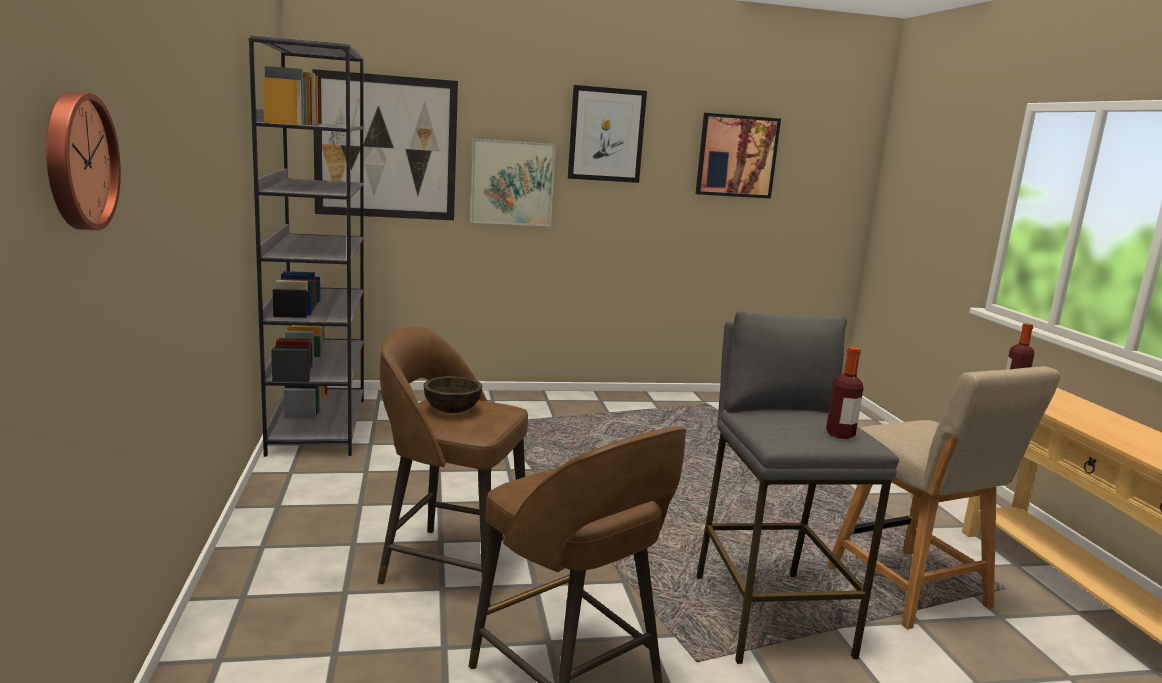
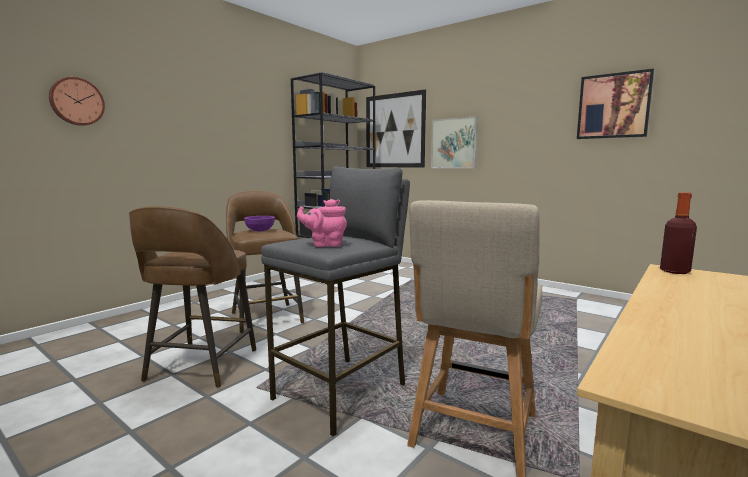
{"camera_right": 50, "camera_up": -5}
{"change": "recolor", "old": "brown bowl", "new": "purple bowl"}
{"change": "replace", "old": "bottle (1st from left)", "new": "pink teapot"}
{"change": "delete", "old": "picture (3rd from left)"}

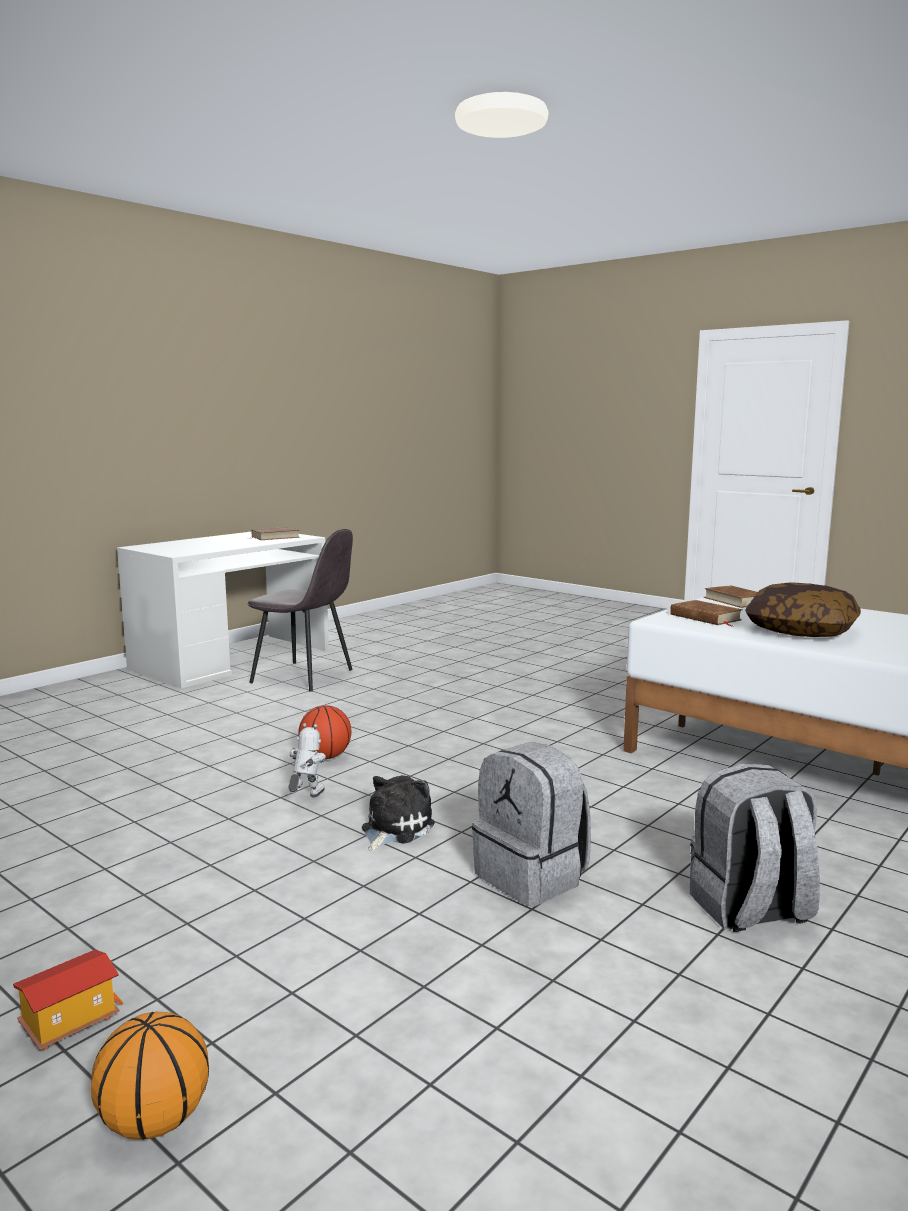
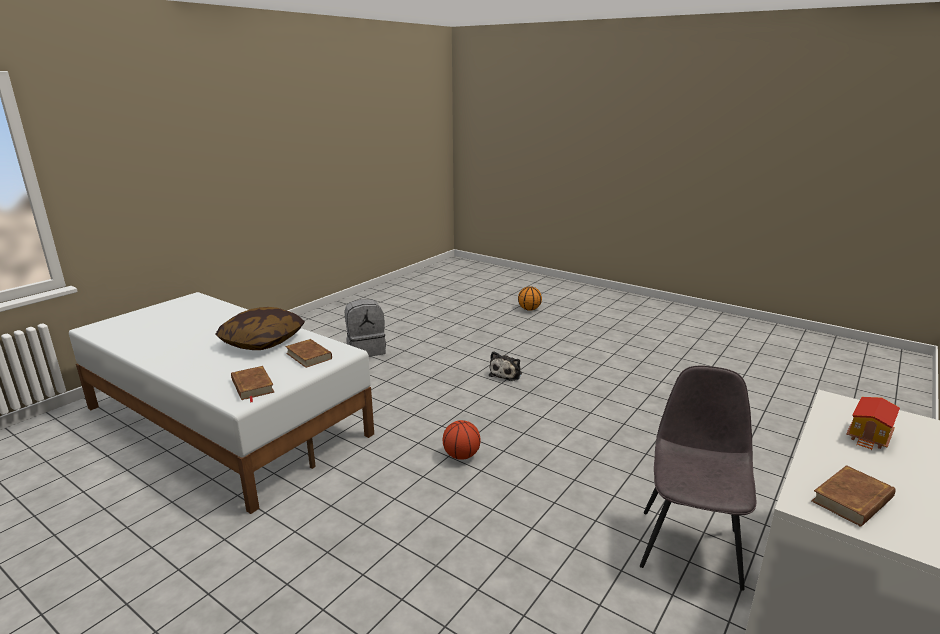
{"camera_right": 175, "camera_up": 10}
{"change": "move", "old": "basketball (2nd from left in the first image)", "new": "basketball (1st from left)"}
{"change": "rotate", "old": "grey chair", "degrees": 90}
{"change": "move", "old": "toy house"}
{"change": "delete", "old": "toy robot"}
{"change": "delete", "old": "grey backpack (1st from left)"}

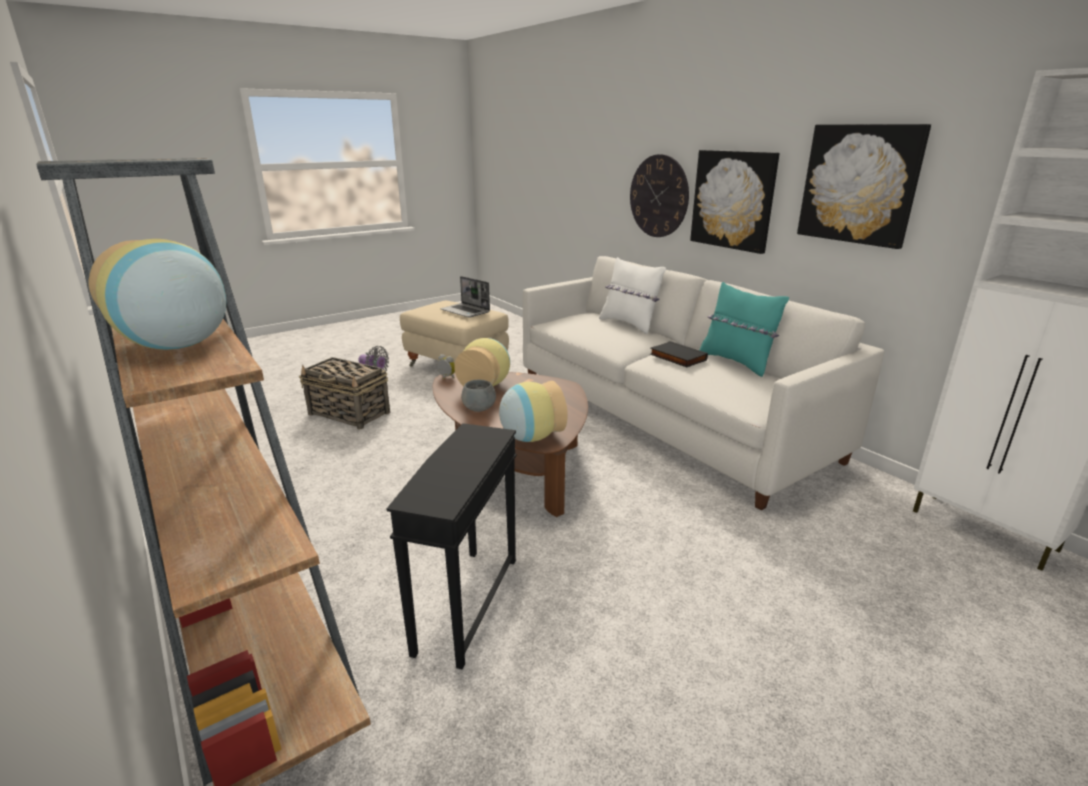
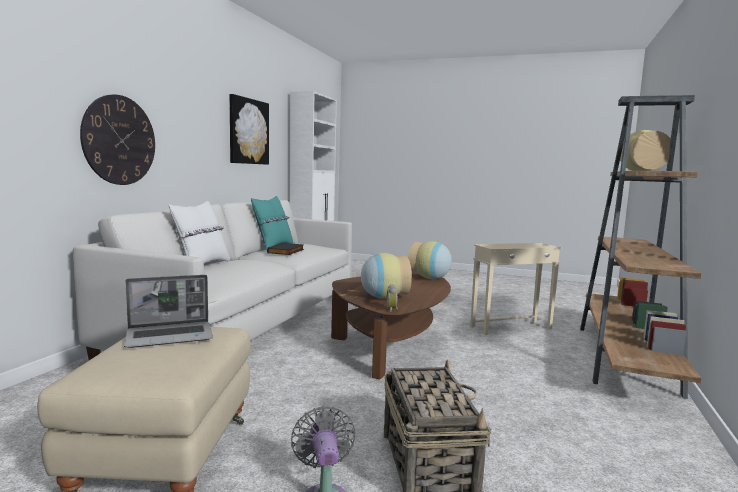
{"camera_right": -125, "camera_up": -15}
{"change": "rotate", "old": "laptop", "degrees": 60}
{"change": "recolor", "old": "black side table", "new": "beige side table"}
{"change": "delete", "old": "grey bowl"}
{"change": "delete", "old": "picture (1st from left)"}

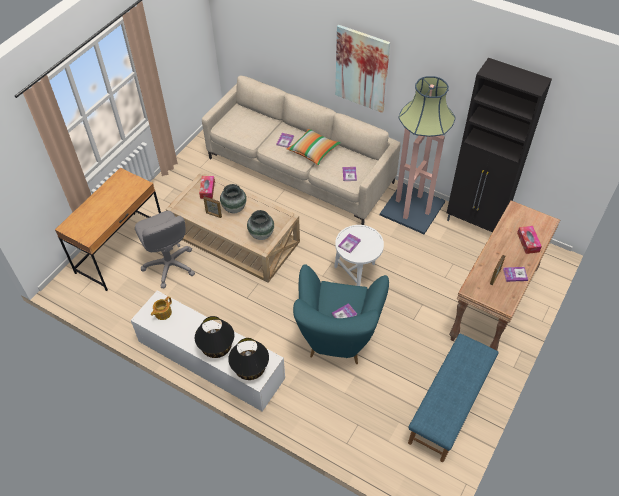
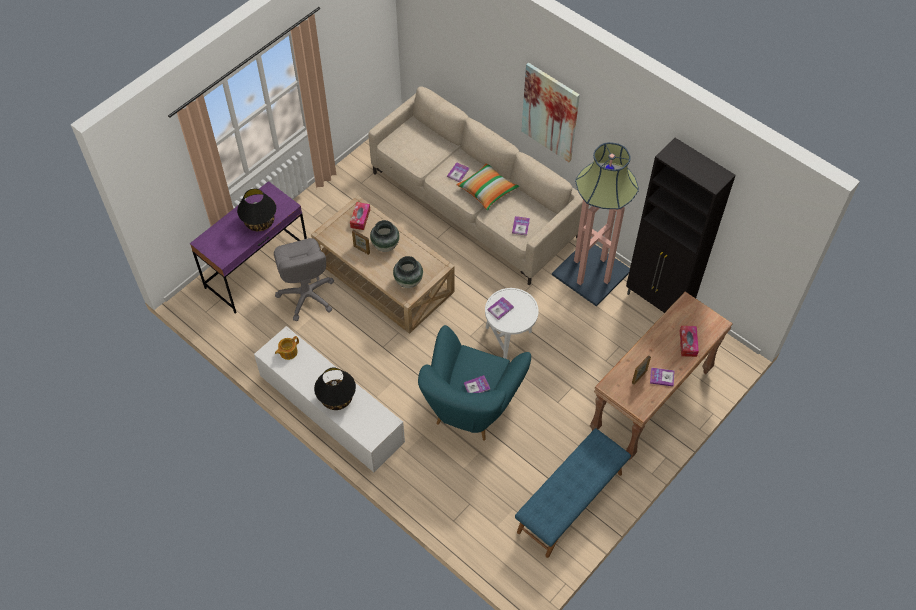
{"camera_right": 10, "camera_up": 5}
{"change": "recolor", "old": "brown desk", "new": "purple desk"}
{"change": "move", "old": "black table lamp (2nd from left in the first image)", "new": "black table lamp (1st from left)"}

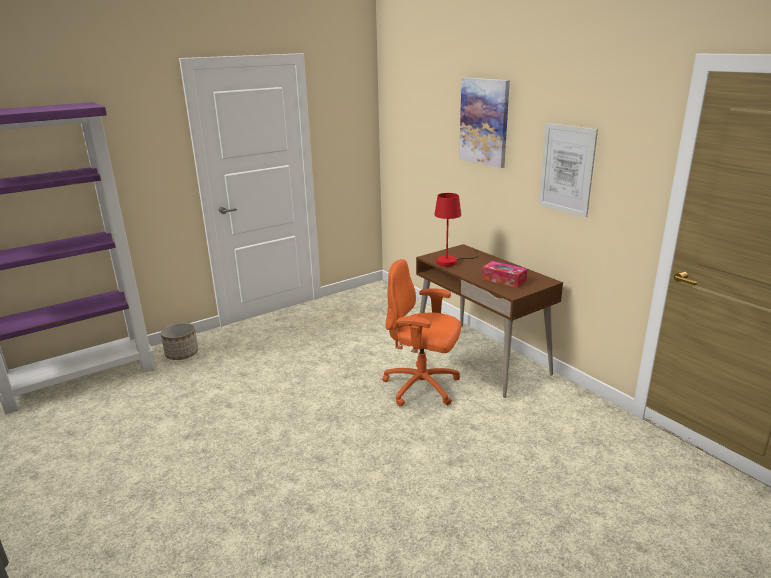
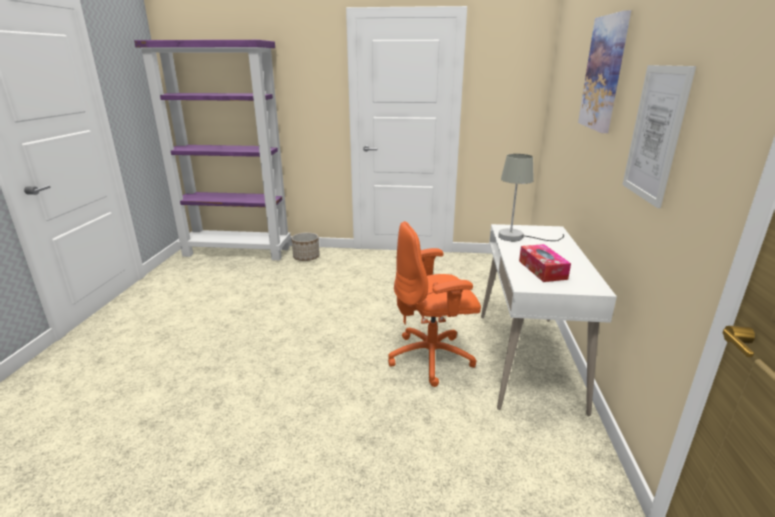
{"camera_right": 40, "camera_up": 0}
{"change": "rotate", "old": "orange office chair", "degrees": -75}
{"change": "recolor", "old": "brown desk", "new": "white desk"}
{"change": "recolor", "old": "red table lamp", "new": "grey table lamp"}

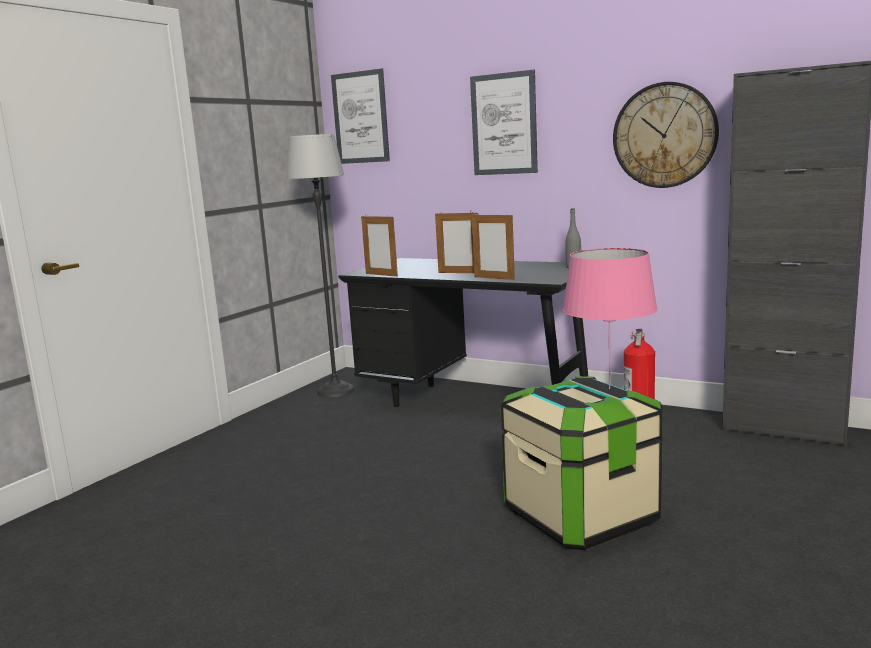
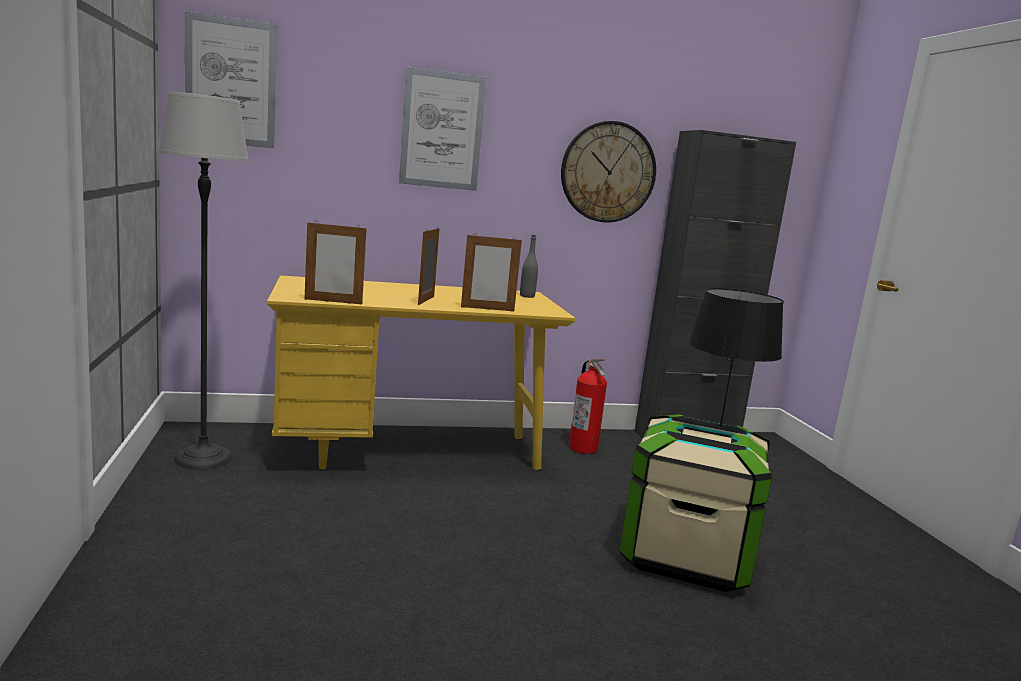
{"camera_right": -45, "camera_up": 0}
{"change": "recolor", "old": "black desk", "new": "yellow desk"}
{"change": "rotate", "old": "picture frame (2nd from left)", "degrees": 120}
{"change": "recolor", "old": "pink table lamp", "new": "black table lamp"}

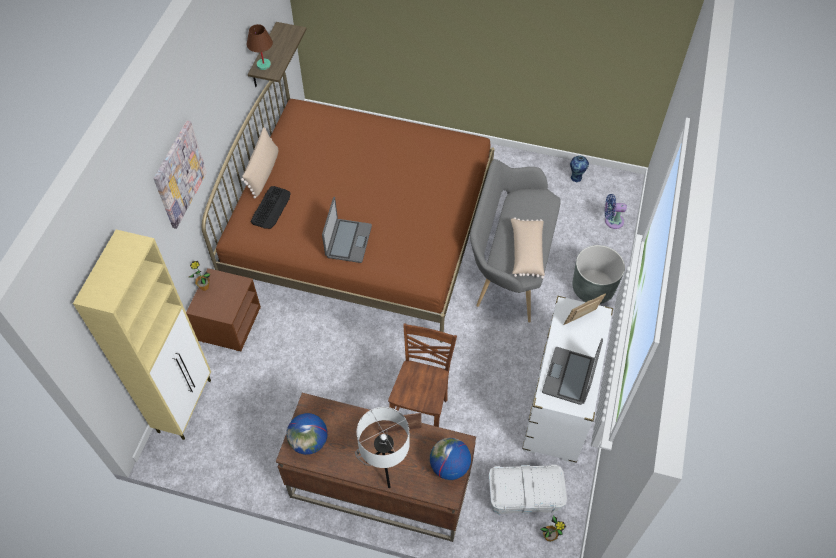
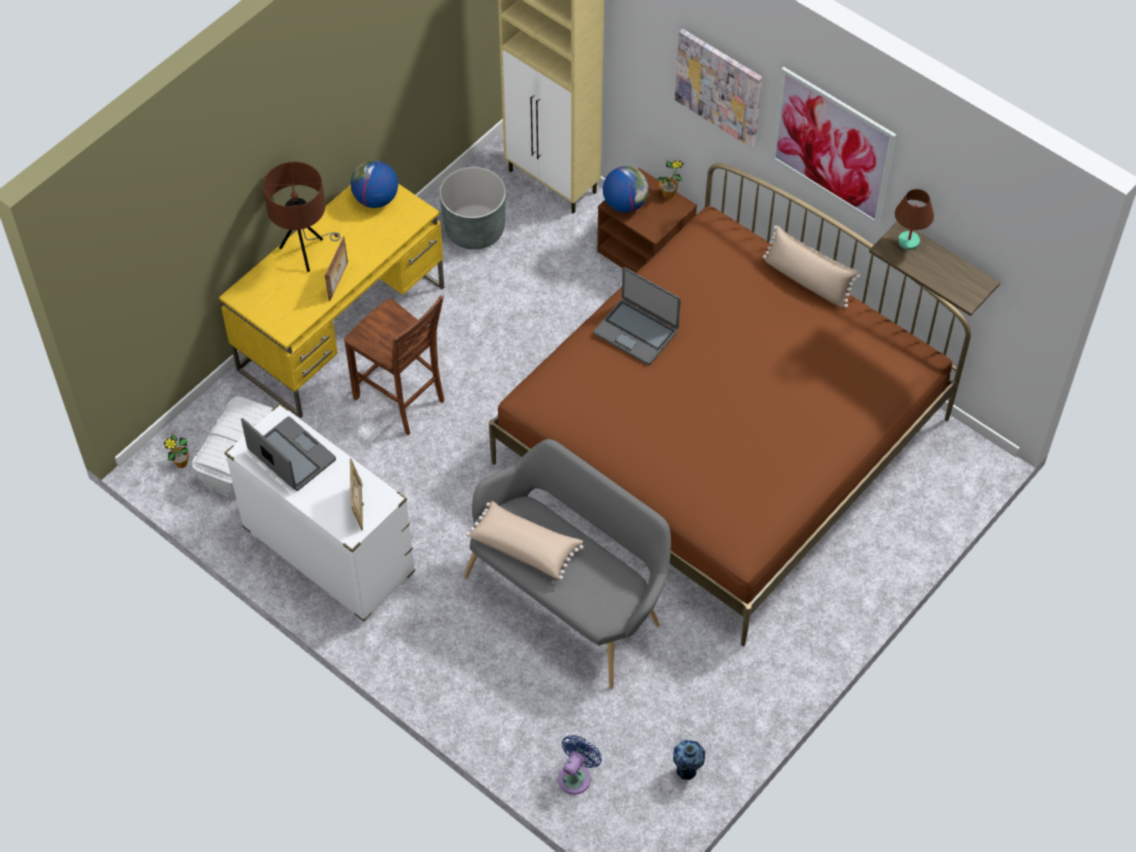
{"camera_right": 115, "camera_up": 0}
{"change": "recolor", "old": "brown desk", "new": "yellow desk"}
{"change": "recolor", "old": "white table lamp", "new": "brown table lamp (1st from left)"}
{"change": "move", "old": "grey planter"}
{"change": "move", "old": "globe (2nd from left)"}
{"change": "insert", "new": "picture (2nd from left)"}
{"change": "delete", "old": "keyboard"}

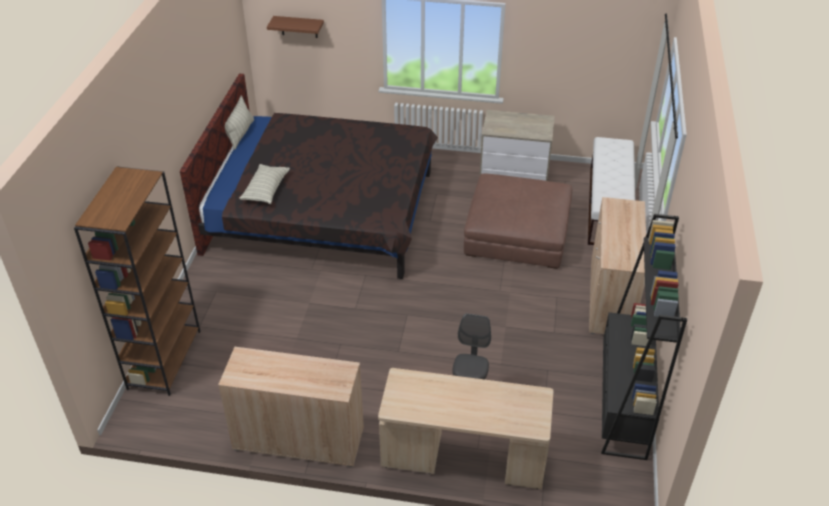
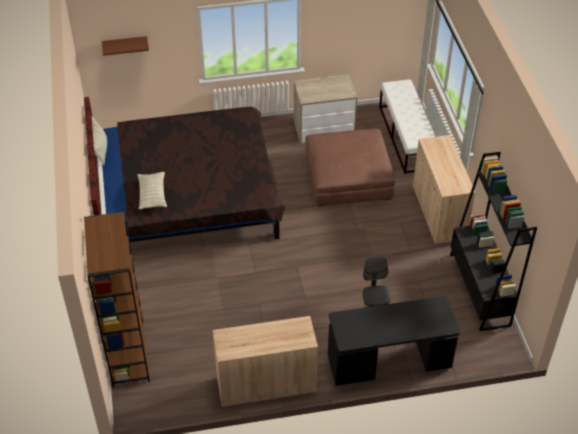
{"camera_right": -20, "camera_up": 5}
{"change": "recolor", "old": "beige desk", "new": "black desk"}

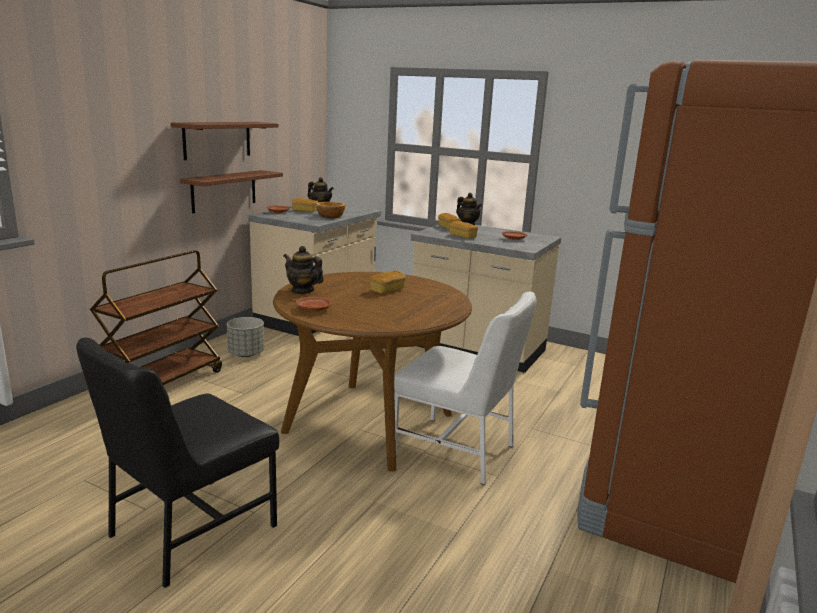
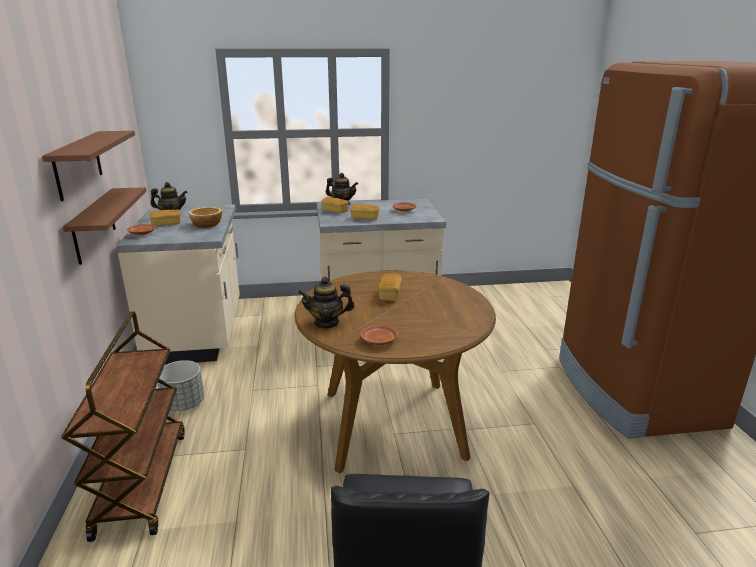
{"camera_right": -35, "camera_up": 5}
{"change": "delete", "old": "white chair"}

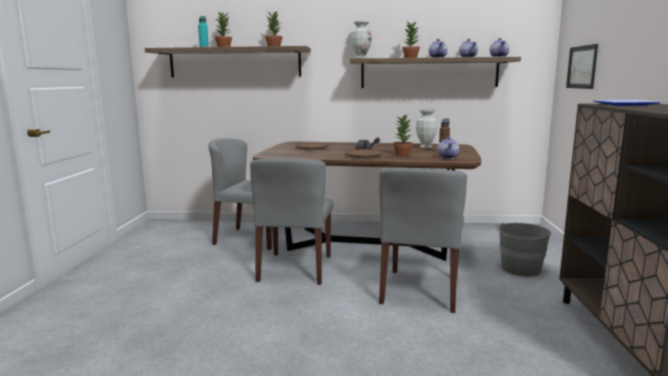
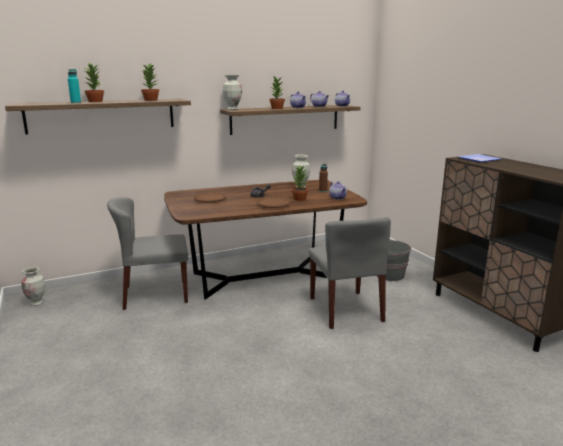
{"camera_right": -30, "camera_up": 5}
{"change": "insert", "new": "vase (1st from left)"}
{"change": "delete", "old": "grey chair (2nd from left)"}
{"change": "delete", "old": "picture"}

